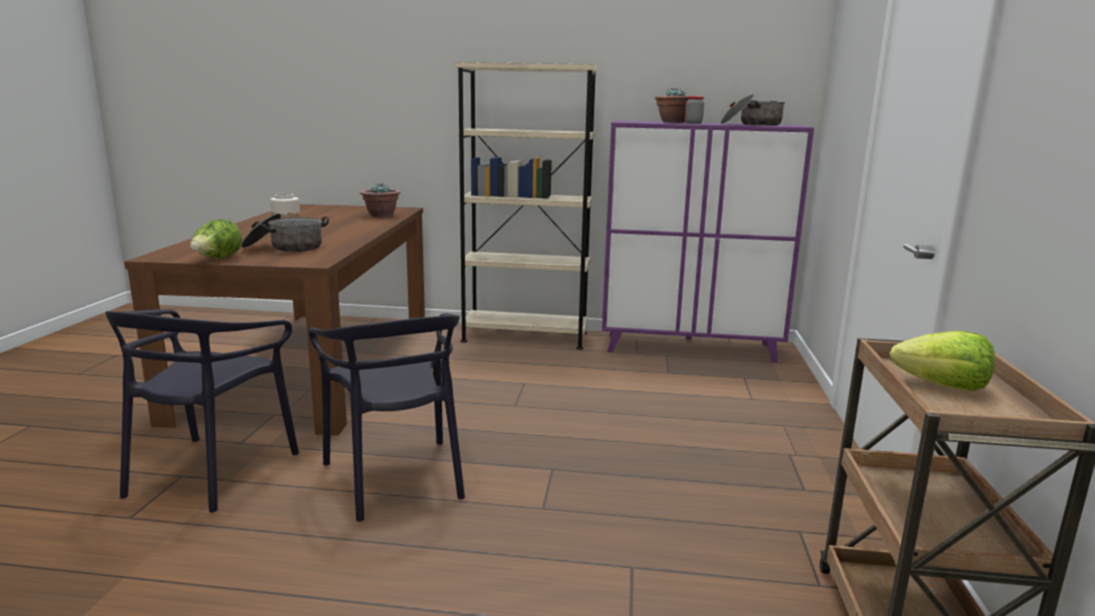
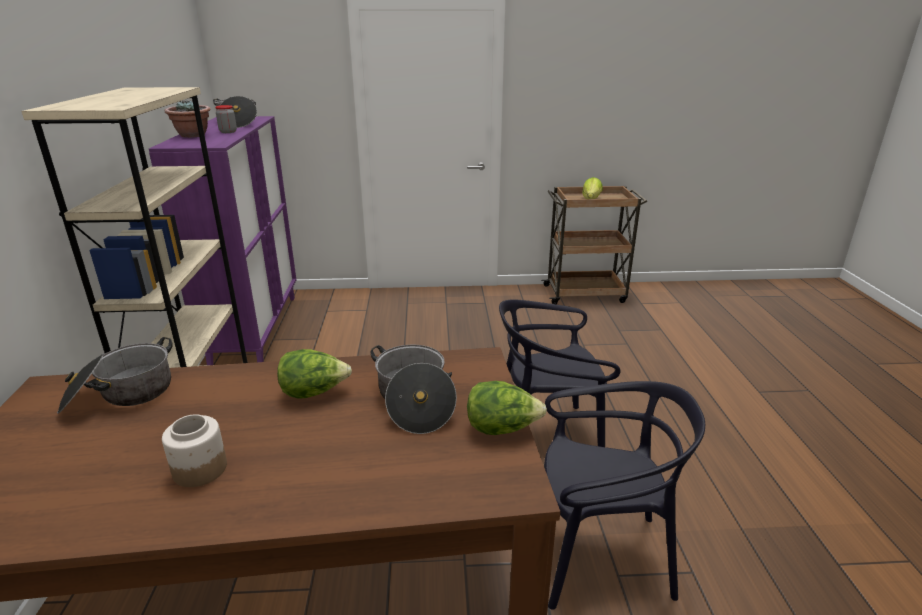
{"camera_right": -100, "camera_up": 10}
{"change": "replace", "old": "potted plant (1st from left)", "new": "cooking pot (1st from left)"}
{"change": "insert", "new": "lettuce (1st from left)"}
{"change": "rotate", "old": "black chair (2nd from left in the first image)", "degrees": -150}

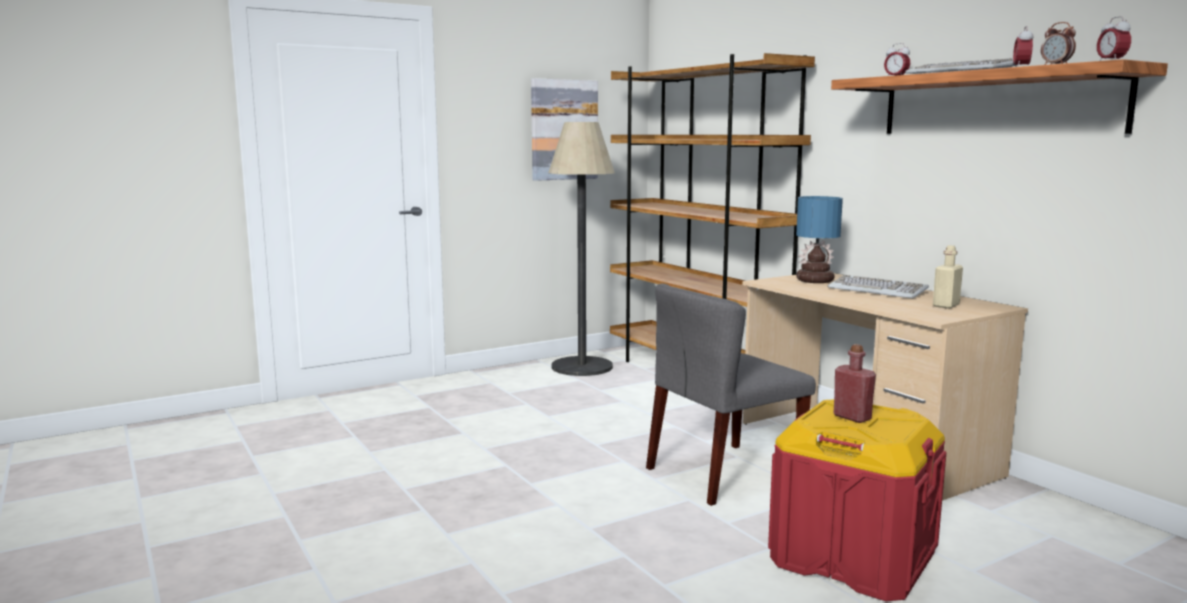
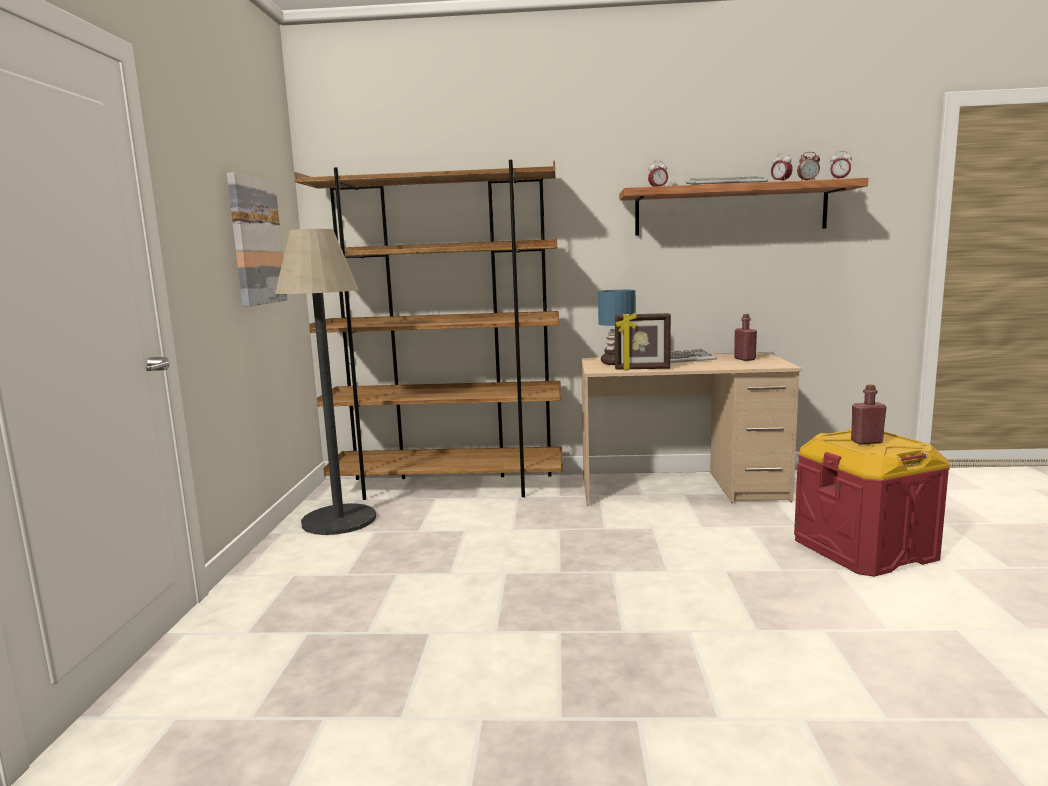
{"camera_right": -55, "camera_up": 0}
{"change": "insert", "new": "picture frame"}
{"change": "recolor", "old": "beige bottle", "new": "red bottle (1st from left)"}
{"change": "delete", "old": "grey chair"}

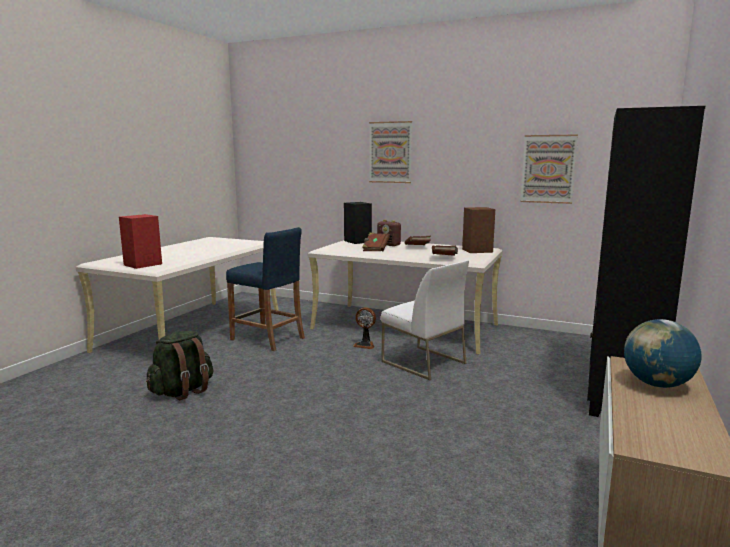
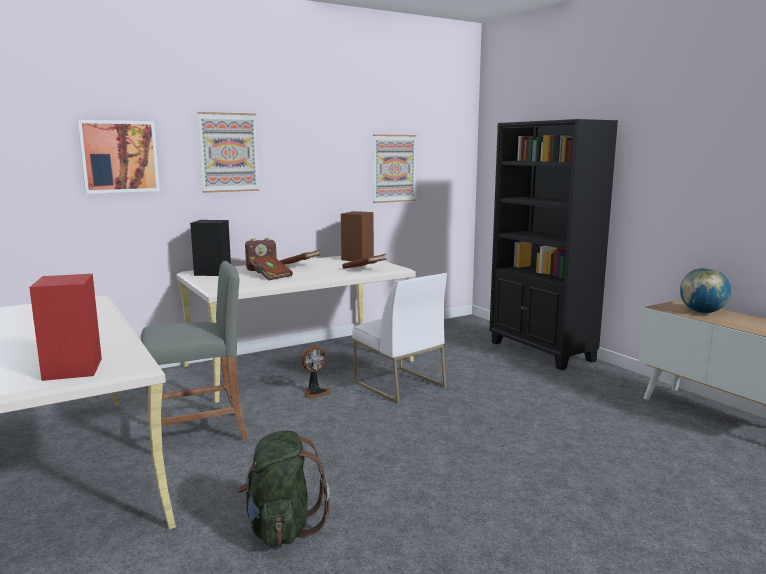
{"camera_right": -55, "camera_up": 0}
{"change": "insert", "new": "picture (1st from left)"}
{"change": "recolor", "old": "blue stool", "new": "grey stool"}
{"change": "rotate", "old": "white chair", "degrees": 60}

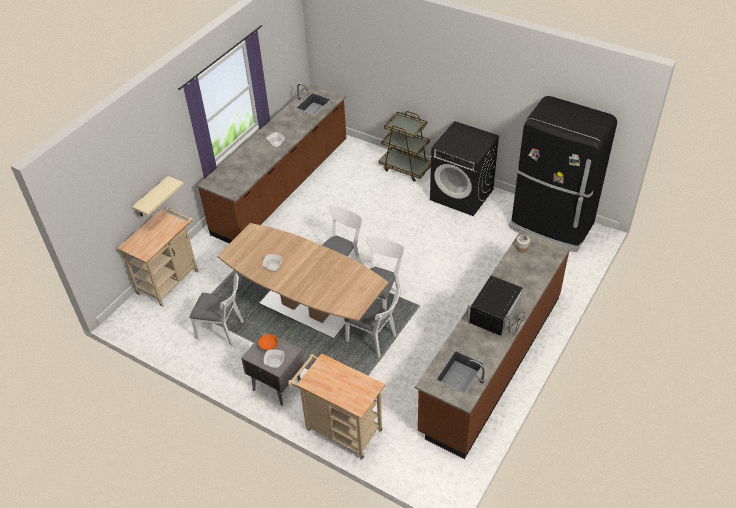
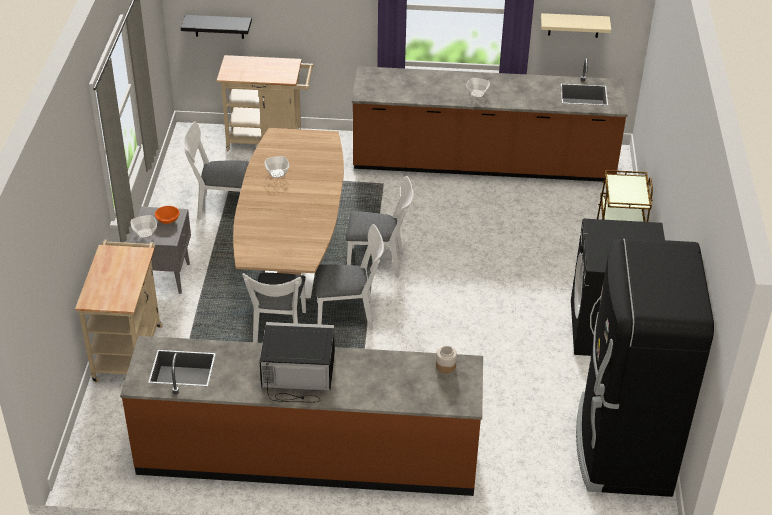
{"camera_right": 60, "camera_up": -5}
{"change": "insert", "new": "black shelf"}
{"change": "rotate", "old": "white chair (1st from left)", "degrees": 105}
{"change": "move", "old": "beige shelf"}

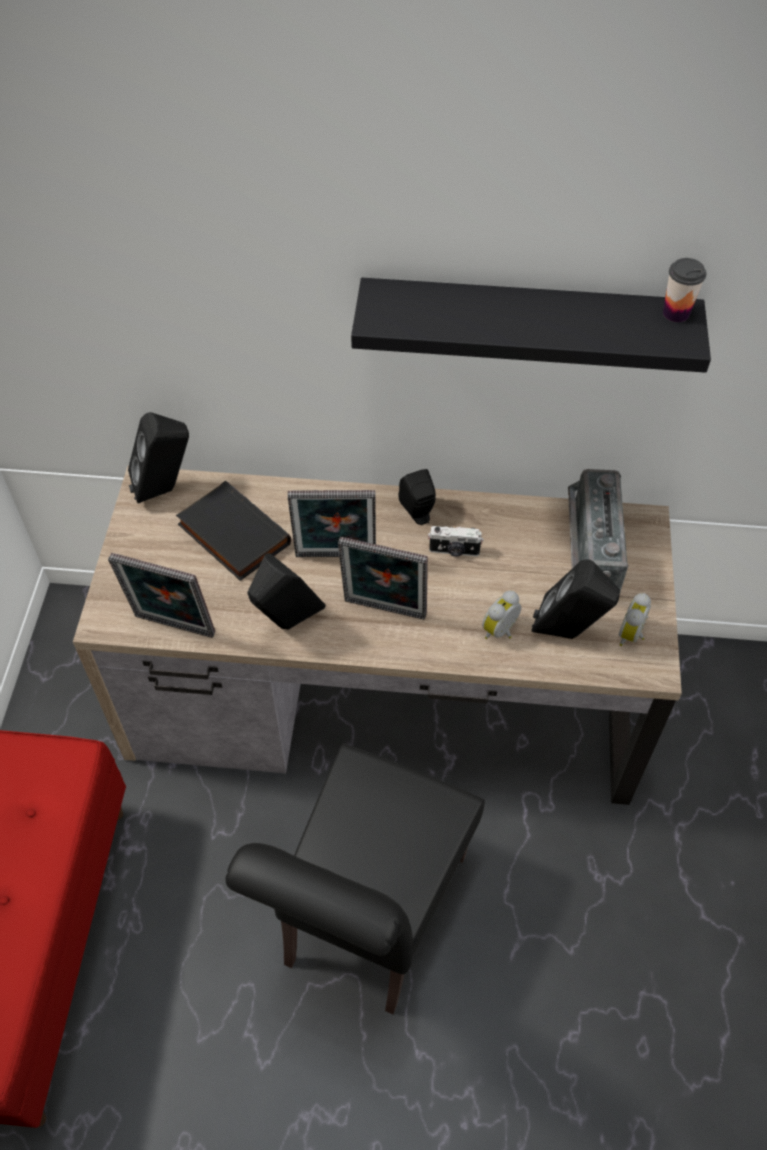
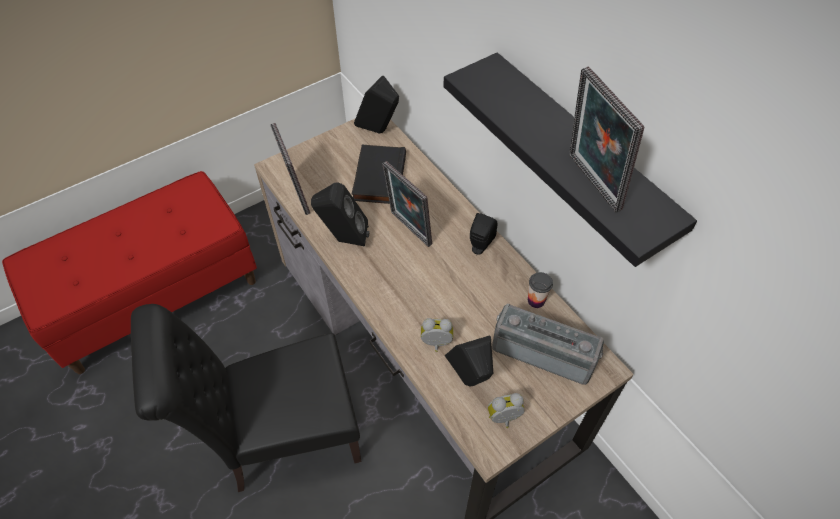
{"camera_right": 50, "camera_up": 0}
{"change": "rotate", "old": "radio", "degrees": 60}
{"change": "move", "old": "cup"}
{"change": "move", "old": "picture frame (3rd from left)"}
{"change": "delete", "old": "photo camera"}

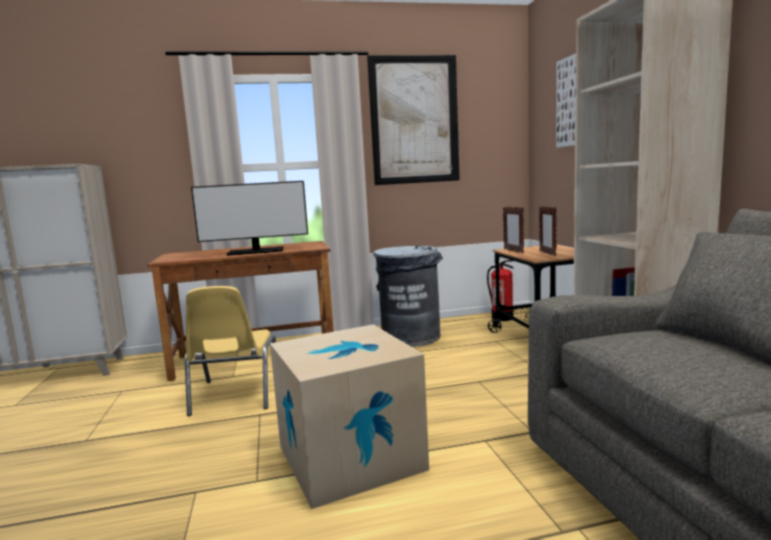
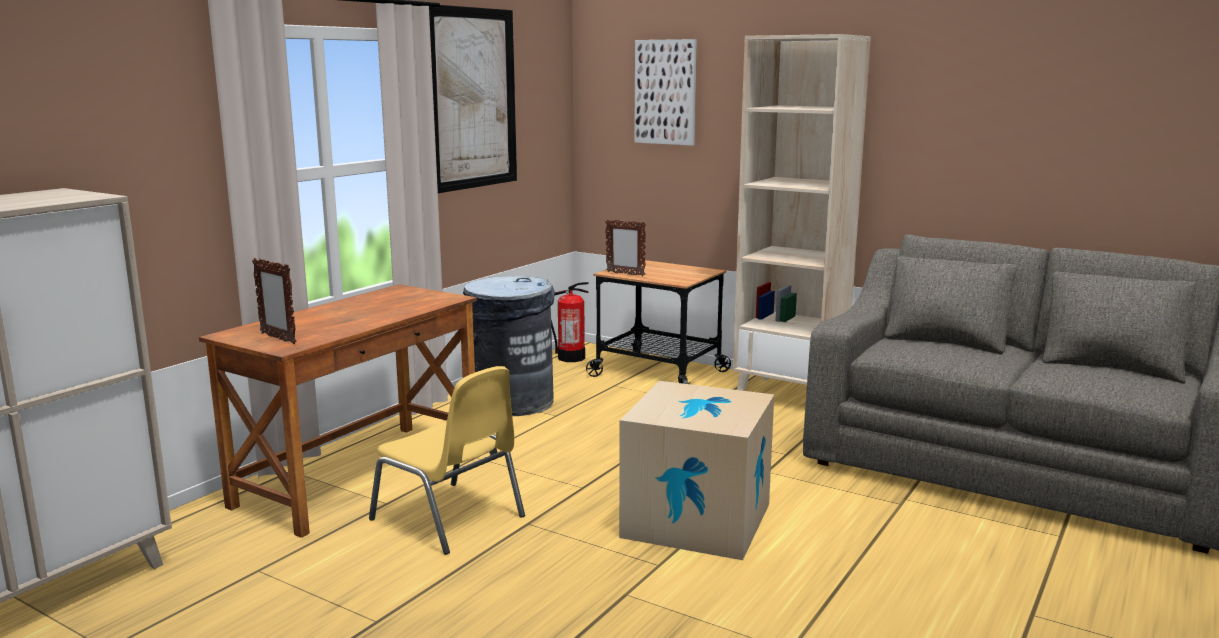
{"camera_right": -45, "camera_up": 5}
{"change": "move", "old": "picture frame (2nd from left in the first image)", "new": "picture frame (1st from left)"}
{"change": "delete", "old": "monitor"}

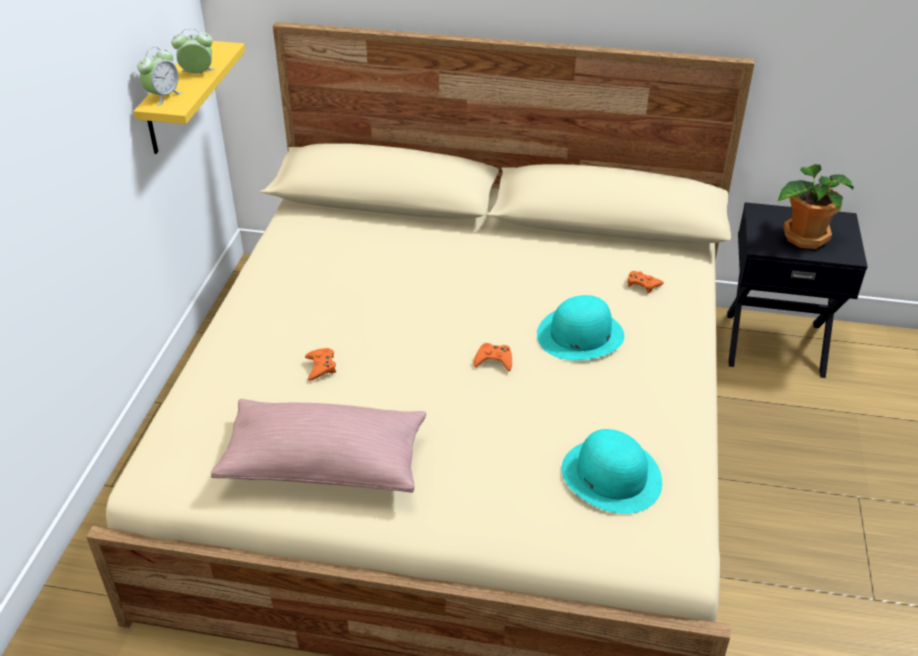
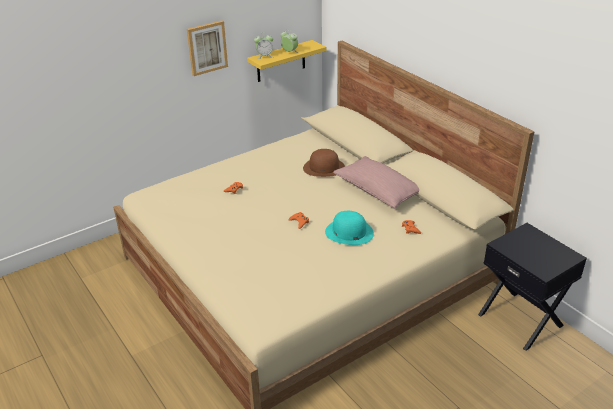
{"camera_right": 45, "camera_up": -5}
{"change": "insert", "new": "picture"}
{"change": "insert", "new": "brown hat"}
{"change": "move", "old": "pink pillow"}
{"change": "delete", "old": "turquoise hat (2nd from left)"}
{"change": "delete", "old": "potted plant"}

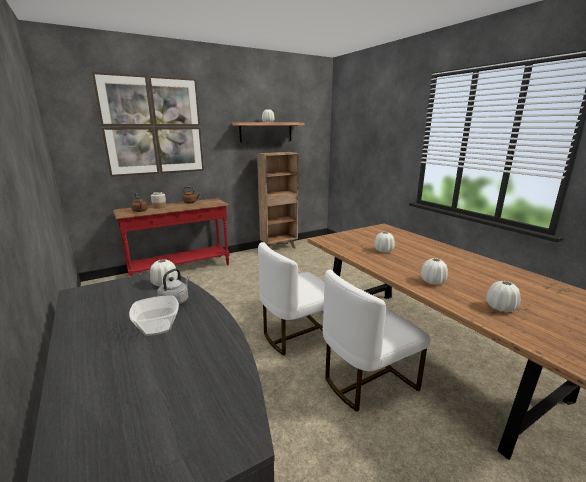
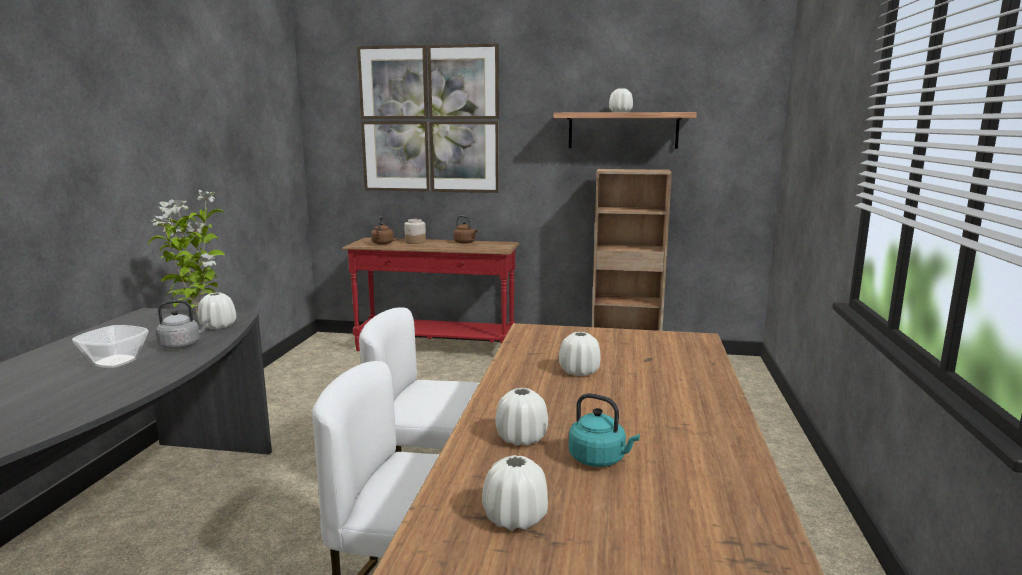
{"camera_right": 40, "camera_up": -5}
{"change": "insert", "new": "potted plant"}
{"change": "insert", "new": "turquoise kettle"}

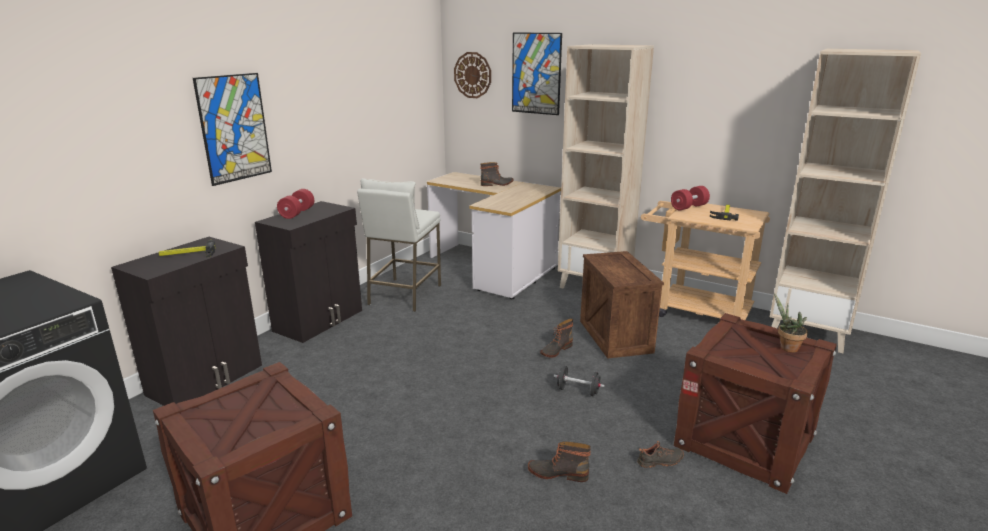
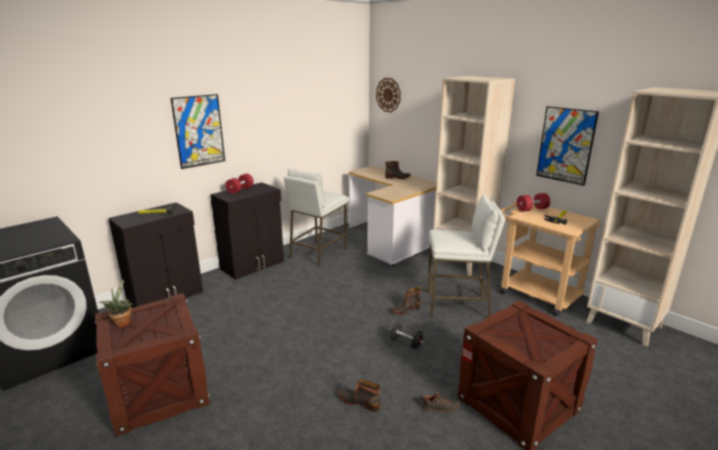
{"camera_right": 15, "camera_up": 0}
{"change": "move", "old": "potted plant"}
{"change": "replace", "old": "crate (2nd from left)", "new": "white stool (2nd from left)"}
{"change": "move", "old": "picture (2nd from left)"}

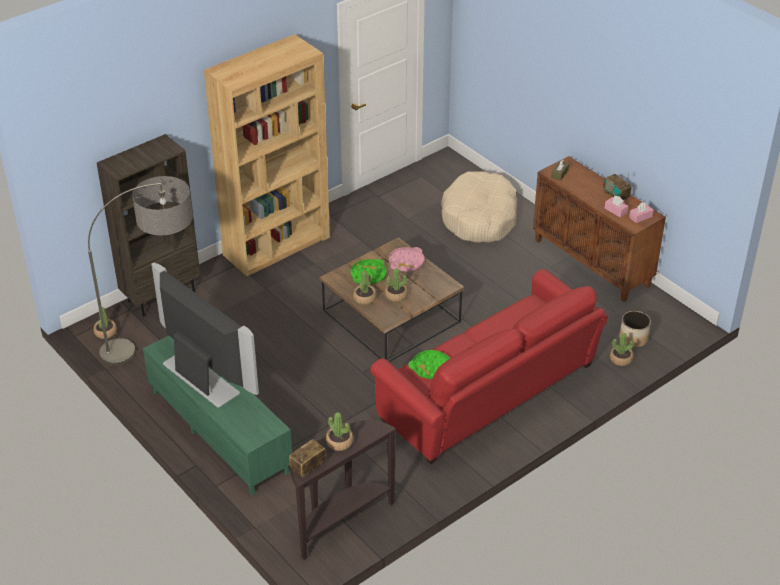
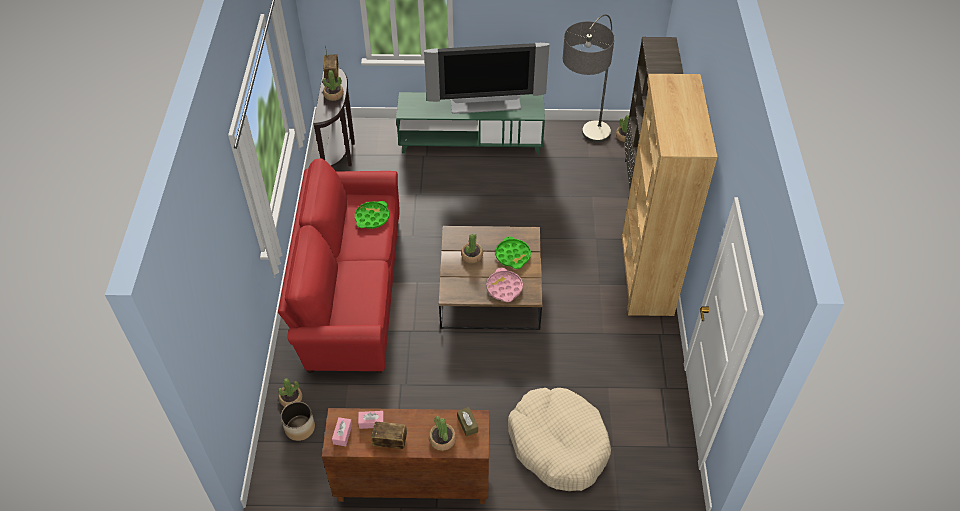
{"camera_right": 130, "camera_up": 10}
{"change": "move", "old": "potted plant (3rd from left)"}

